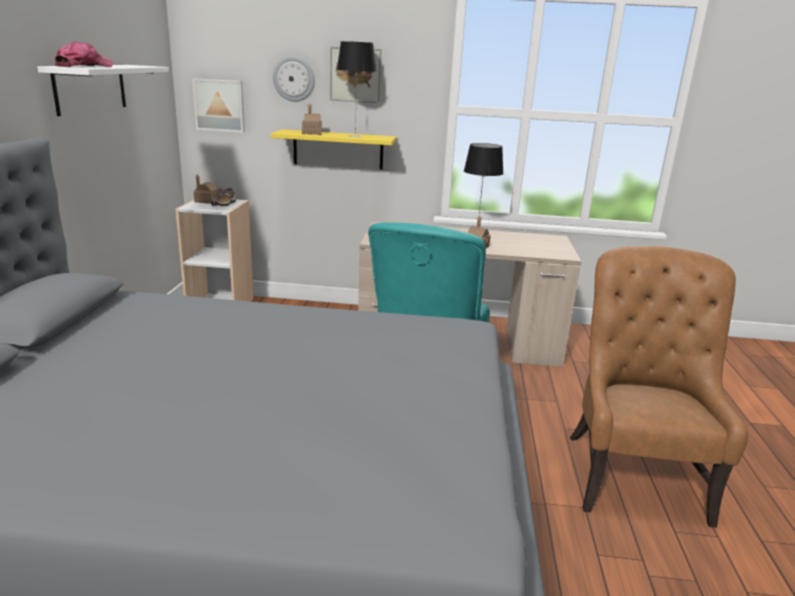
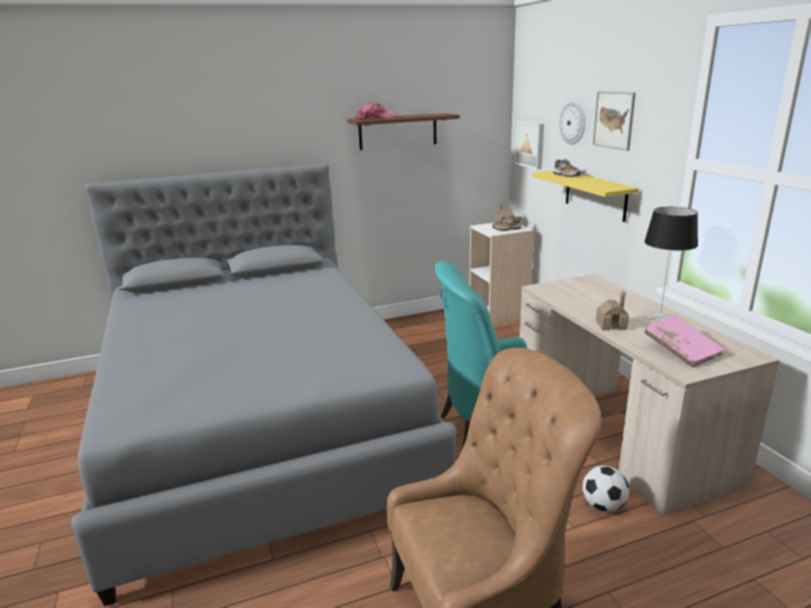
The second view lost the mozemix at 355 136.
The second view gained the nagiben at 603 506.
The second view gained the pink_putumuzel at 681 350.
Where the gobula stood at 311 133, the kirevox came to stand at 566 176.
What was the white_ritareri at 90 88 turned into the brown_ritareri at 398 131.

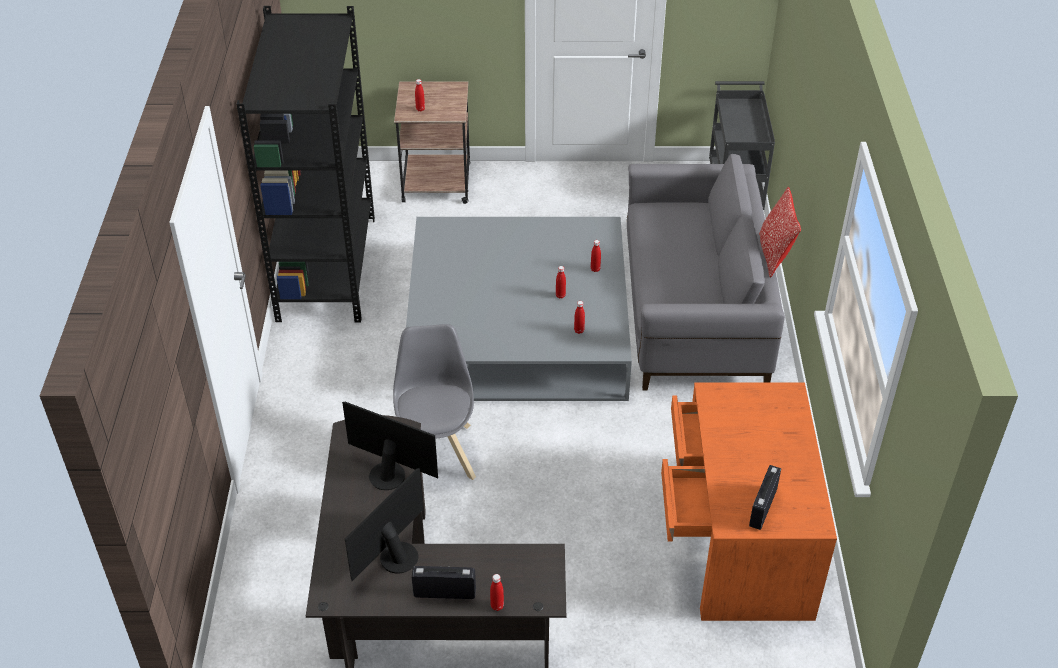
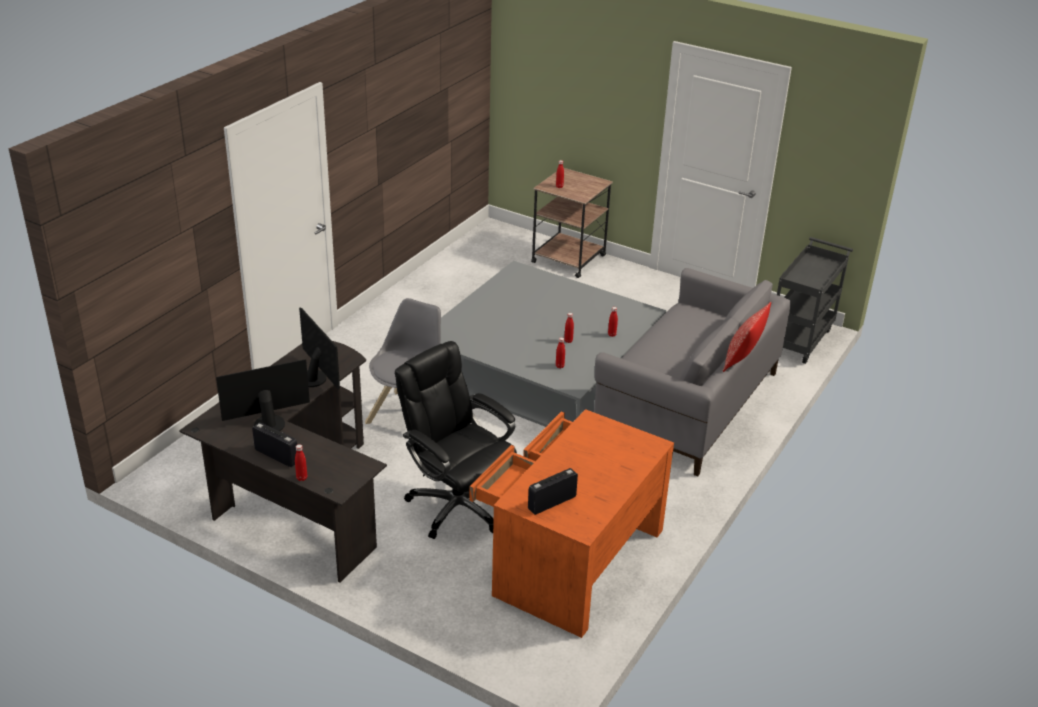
The second view lost the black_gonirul at 327 268.
The second view gained the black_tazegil at 457 506.

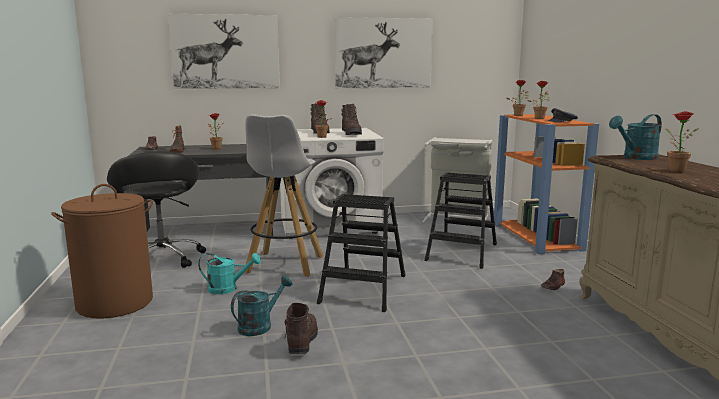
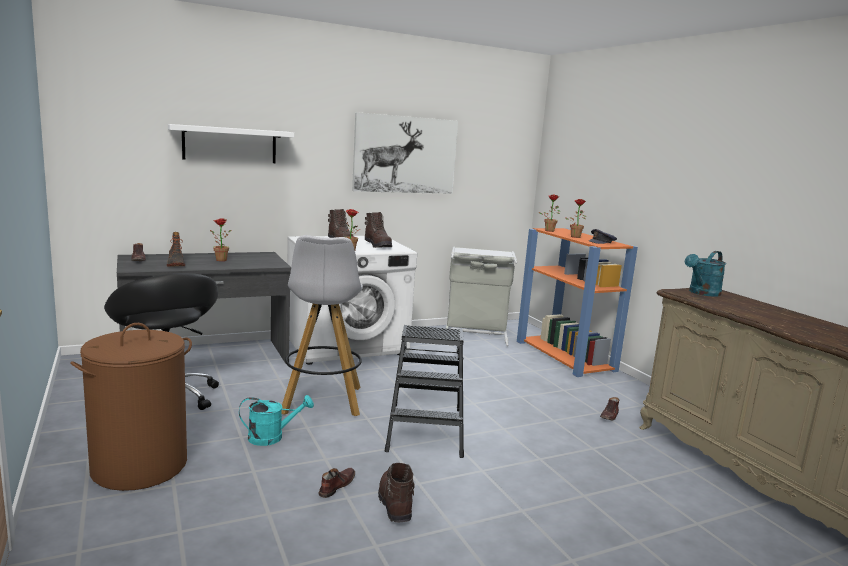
The second view lost the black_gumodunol at 462 252.
The second view lost the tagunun at 673 170.
Where the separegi hung at 225 52, the white_ritareri came to hang at 230 144.
Where the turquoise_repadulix stood at 260 326, the brown_kirevox came to stand at 336 486.

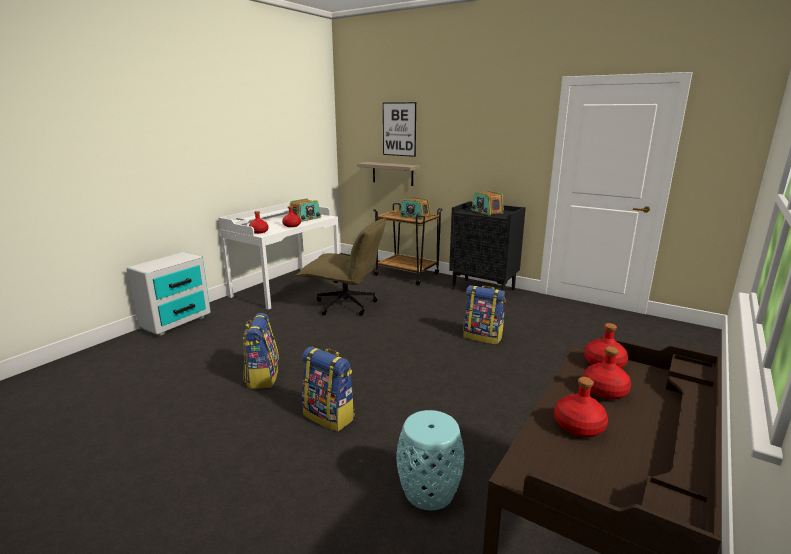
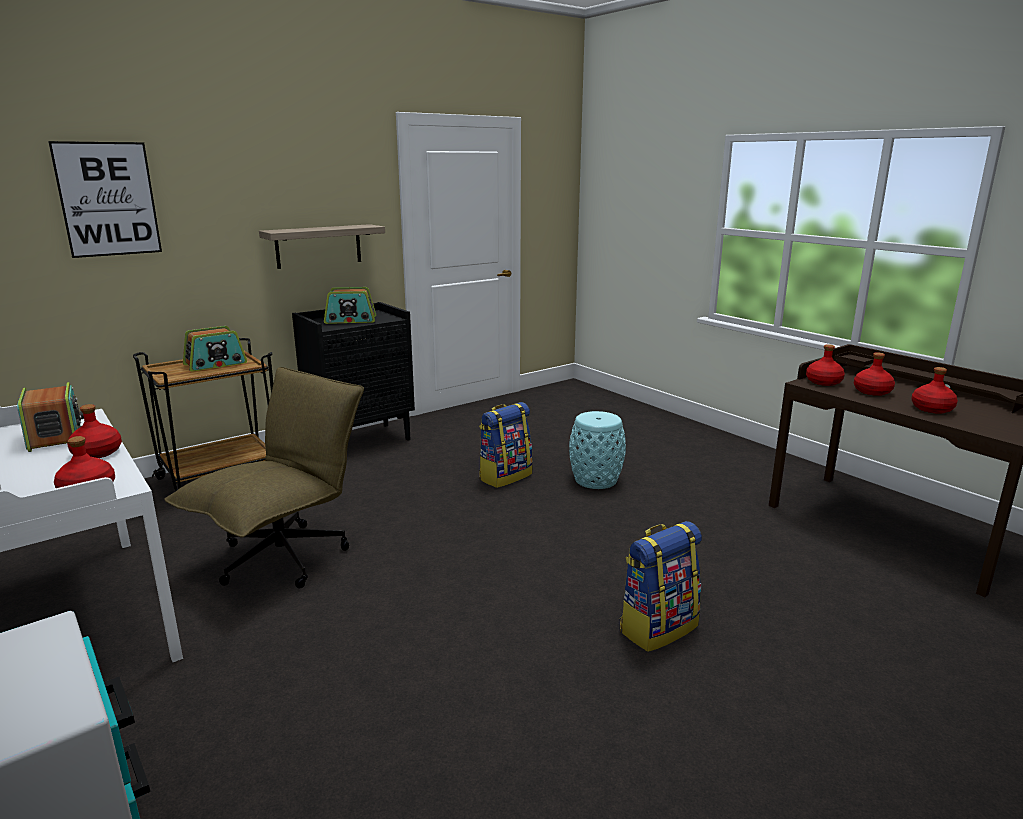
The second view lost the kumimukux at 262 377.
The ritareri ended up elsewhere, having gone from 392 173 to 318 246.
The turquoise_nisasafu ended up elsewhere, having gone from 428 491 to 595 480.

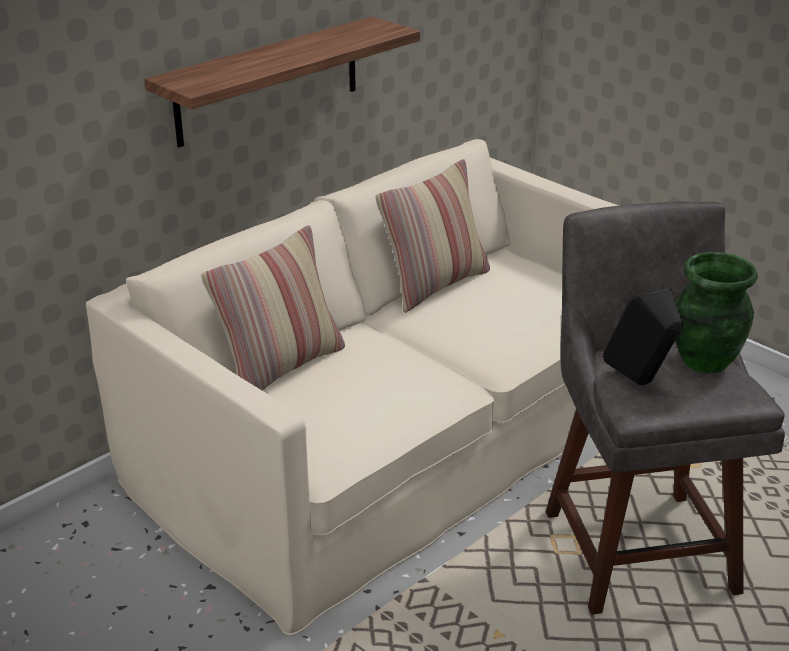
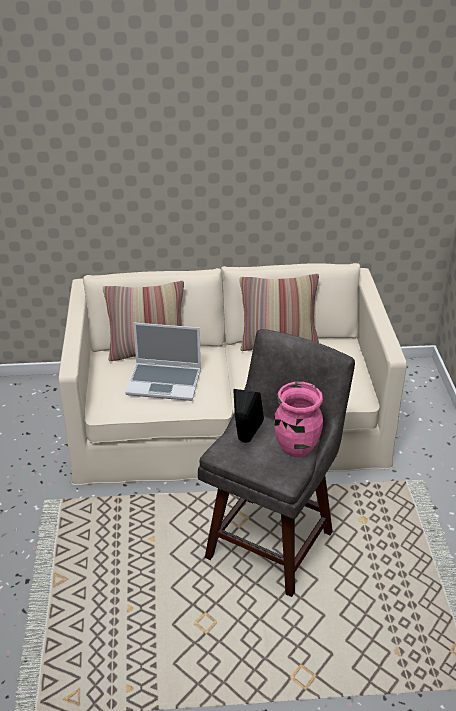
The second view lost the ritareri at 268 81.
The second view gained the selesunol at 165 382.
What was the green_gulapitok at 703 361 turned into the pink_gulapitok at 296 447.

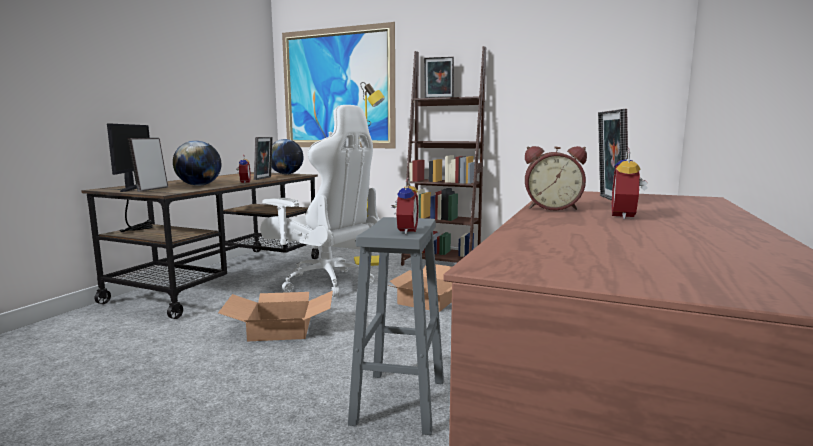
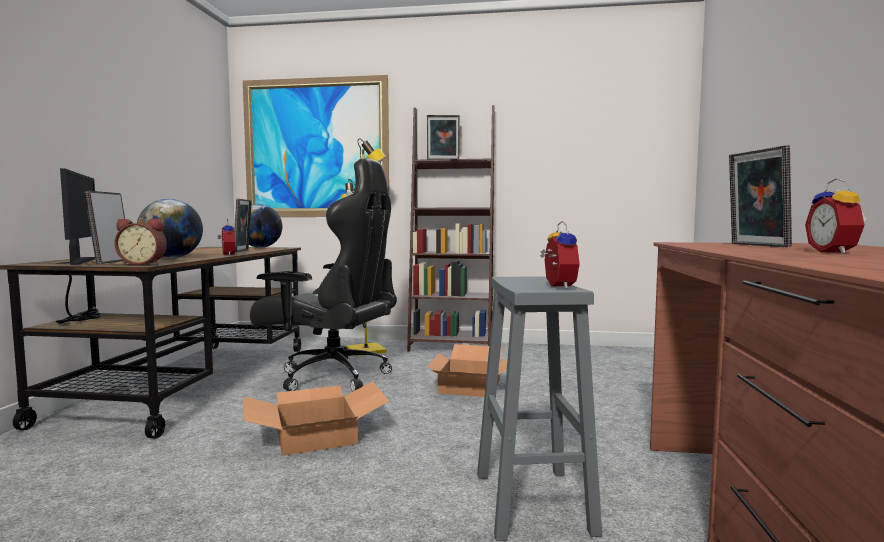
The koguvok ended up elsewhere, having gone from 552 208 to 143 264.
What was the white_tazegil at 323 282 turned into the black_tazegil at 328 376.

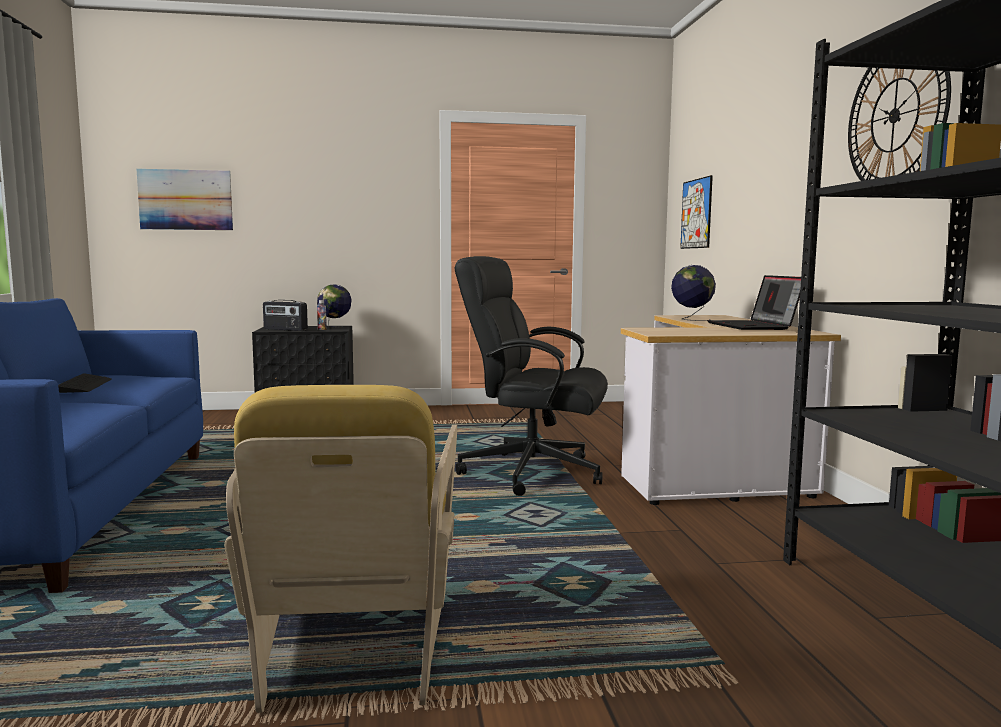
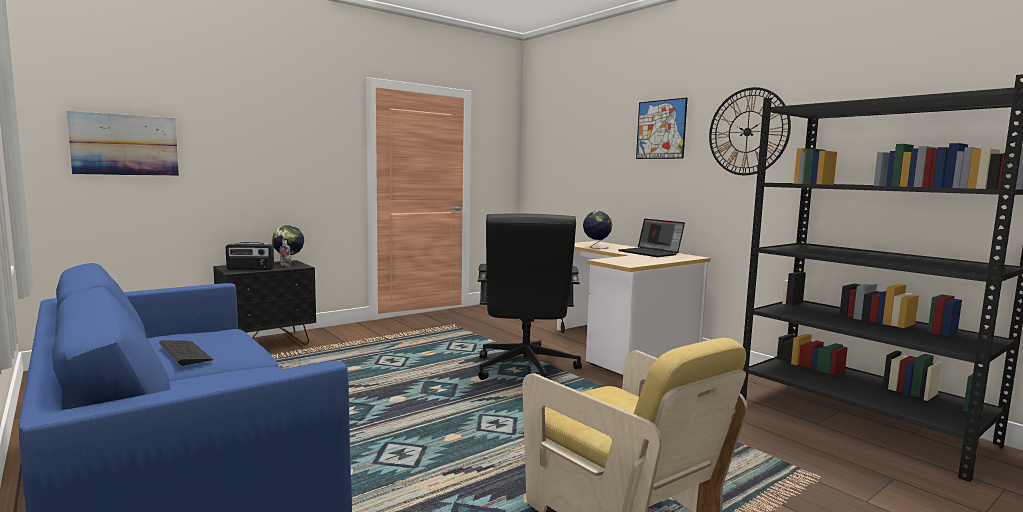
The separegi ended up elsewhere, having gone from 696 213 to 661 129.
The black_tazegil at 532 472 ended up facing another way, 75 degrees counterclockwise from before.

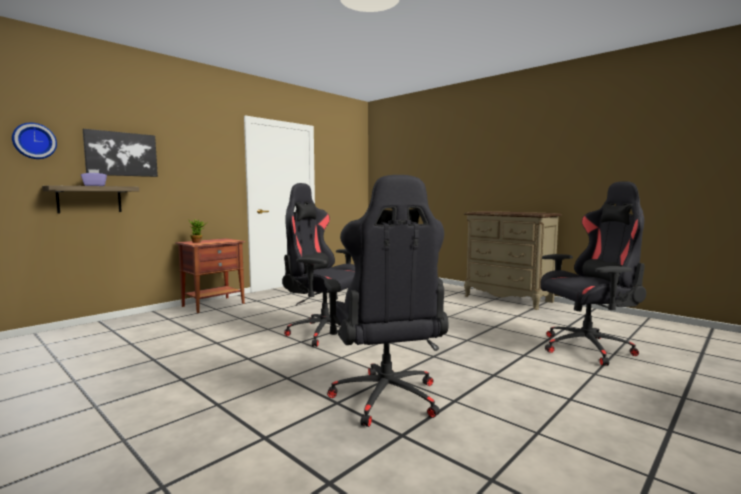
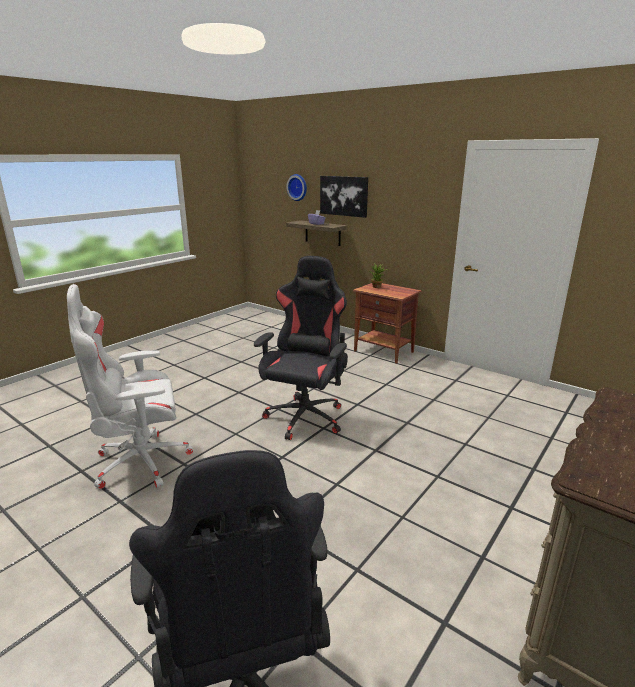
What was the black_tazegil at 385 397 turned into the white_tazegil at 143 461.

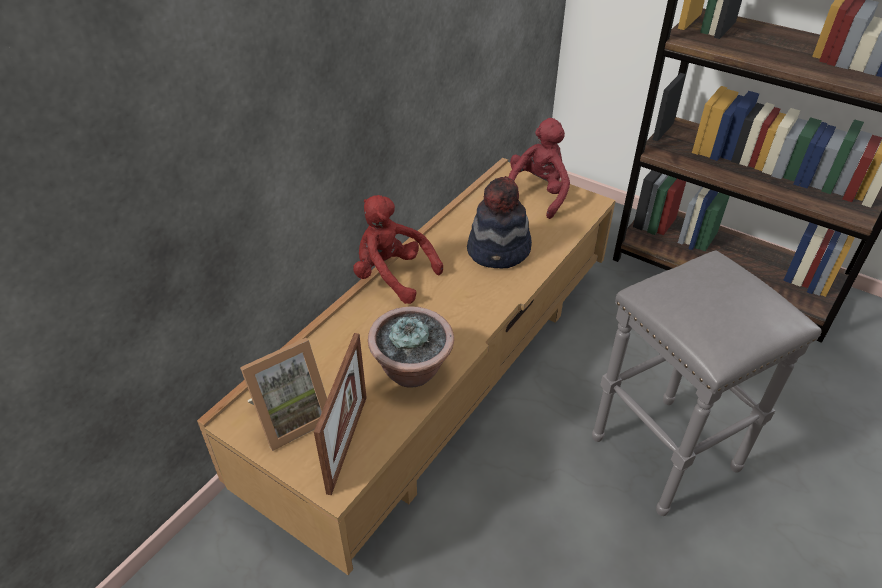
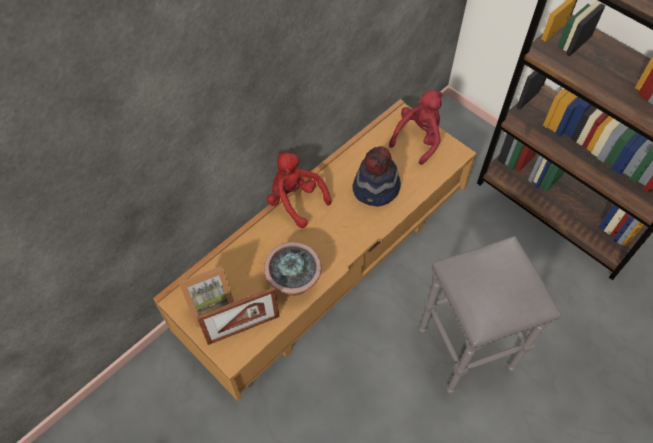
The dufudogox at 347 443 ended up facing another way, 45 degrees clockwise from before.

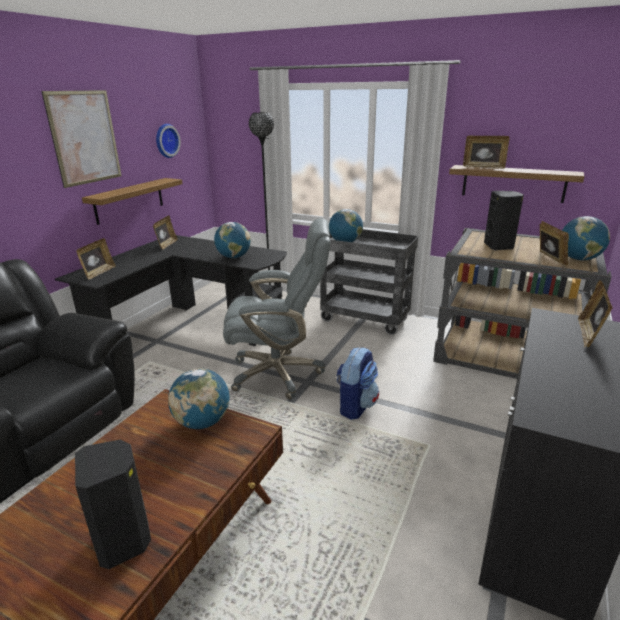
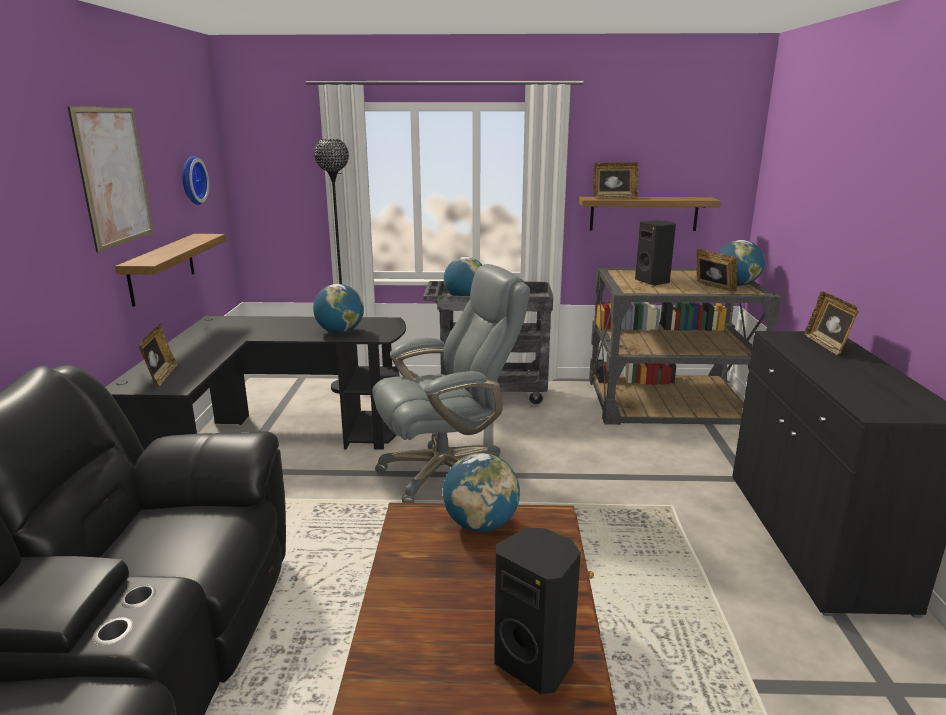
The second view lost the dufudogox at 166 245.
The second view lost the kumimukux at 355 406.

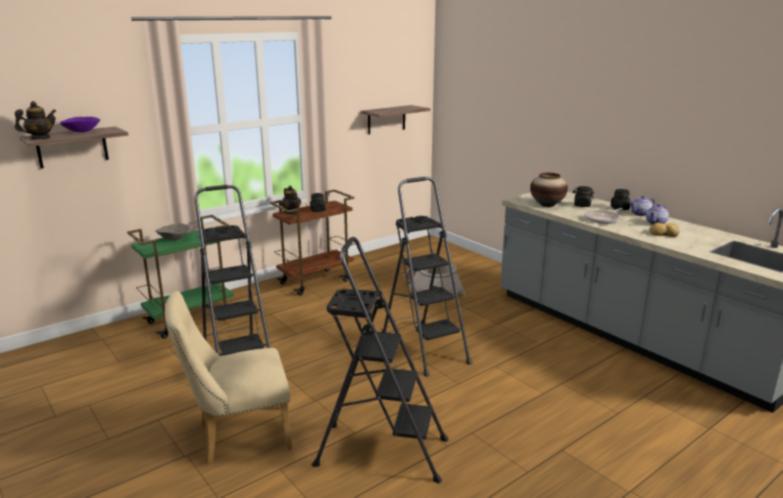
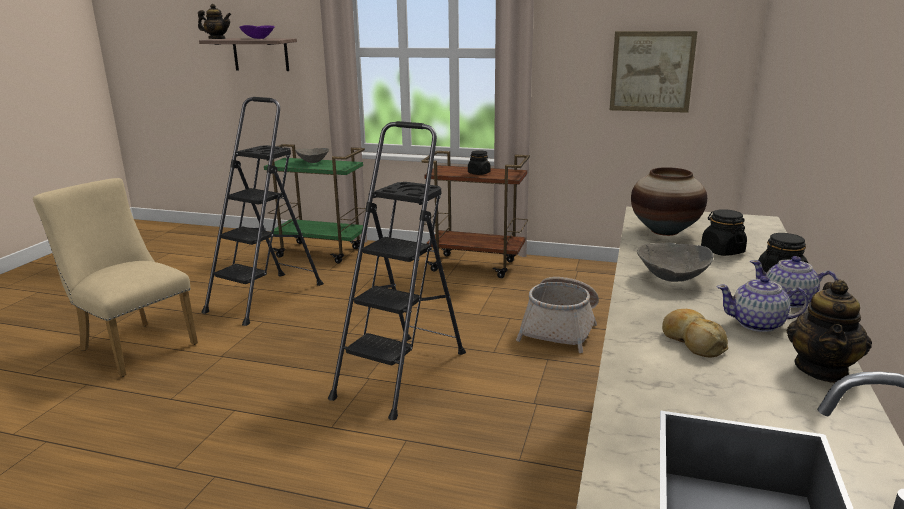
The second view lost the gumodunol at 380 451.
The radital ended up elsewhere, having gone from 291 212 to 822 370.
Where the ritareri hung at 386 119, the separegi came to hang at 651 71.
Where the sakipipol stood at 603 219, the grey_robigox came to stand at 673 278.

